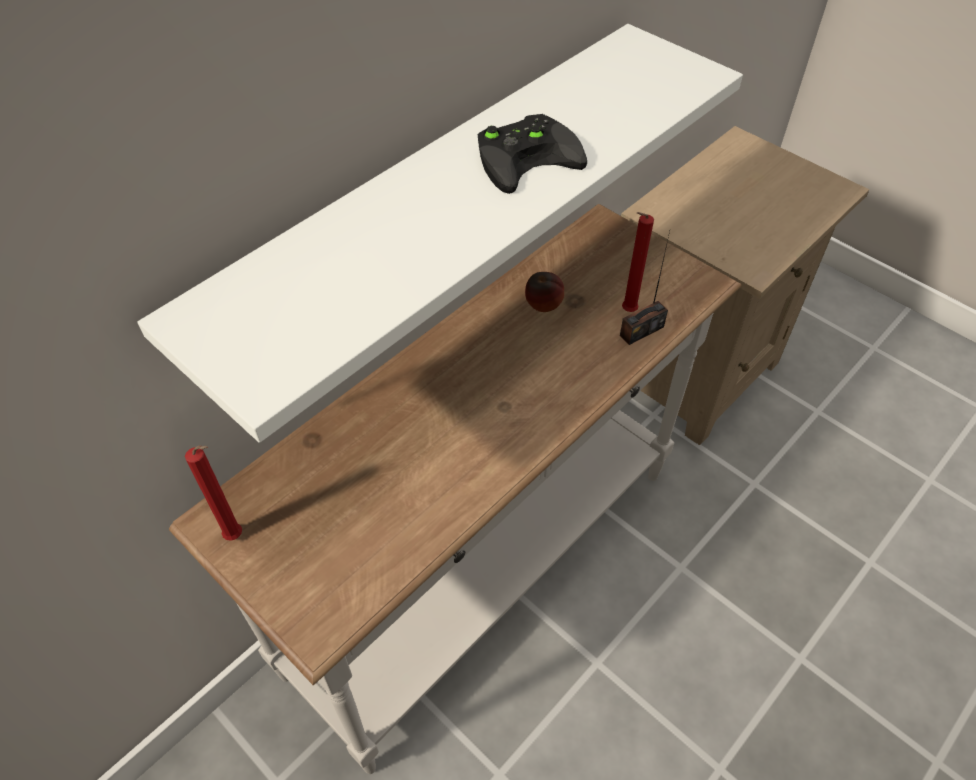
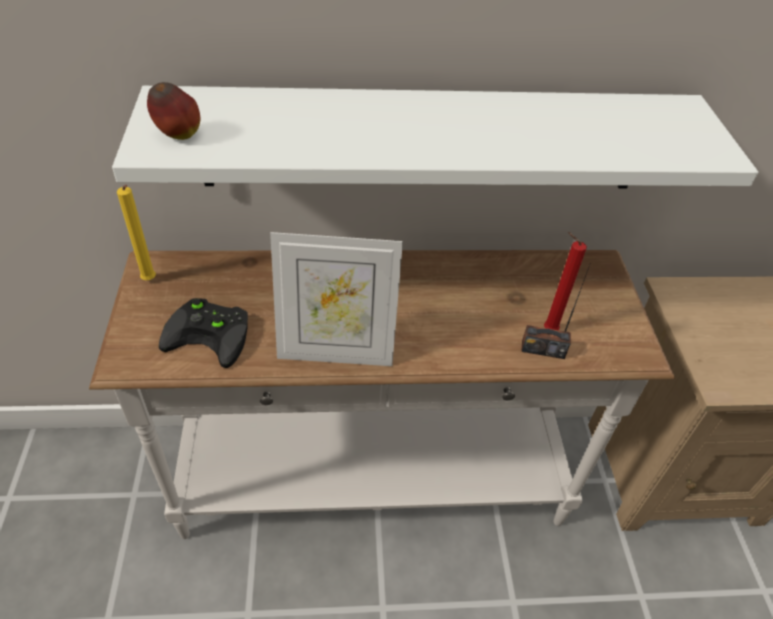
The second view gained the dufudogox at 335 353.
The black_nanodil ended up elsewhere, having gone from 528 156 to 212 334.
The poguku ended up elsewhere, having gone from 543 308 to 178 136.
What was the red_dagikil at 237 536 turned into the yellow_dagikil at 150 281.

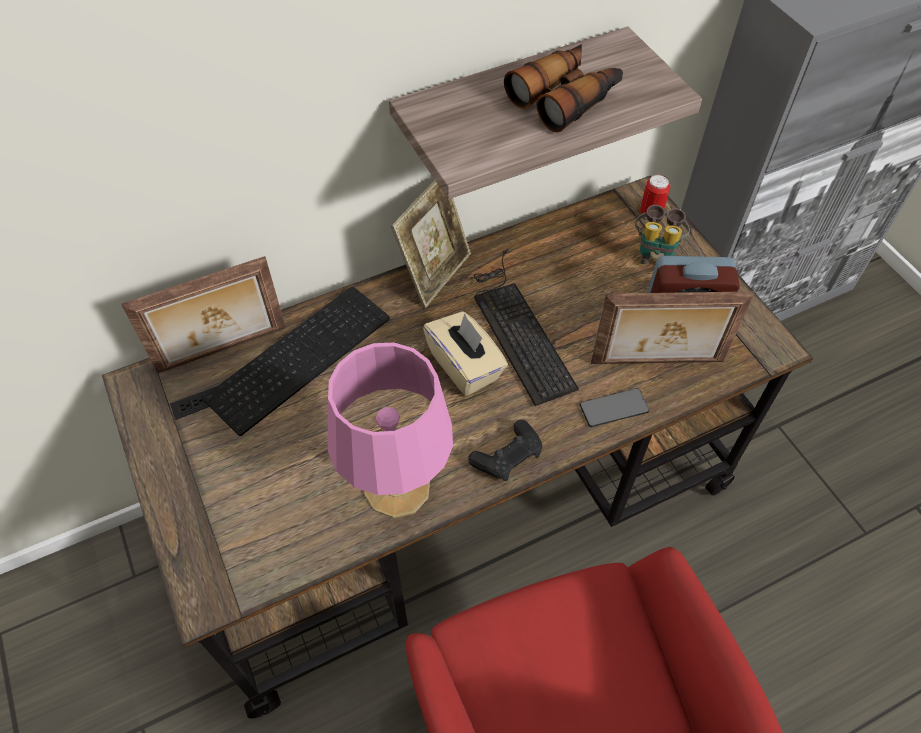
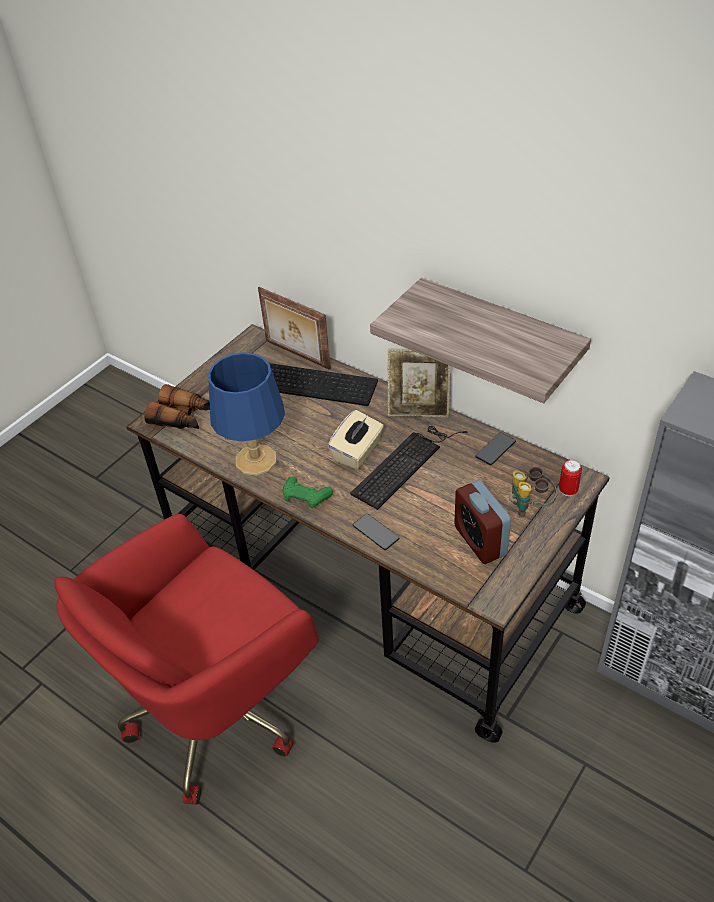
The second view lost the dufudogox at 657 363.
The second view gained the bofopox at 495 449.
The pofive ended up elsewhere, having gone from 565 97 to 183 417.
What was the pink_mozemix at 398 488 turned into the blue_mozemix at 256 461.
What was the black_nanodil at 507 457 turned into the green_nanodil at 306 497.

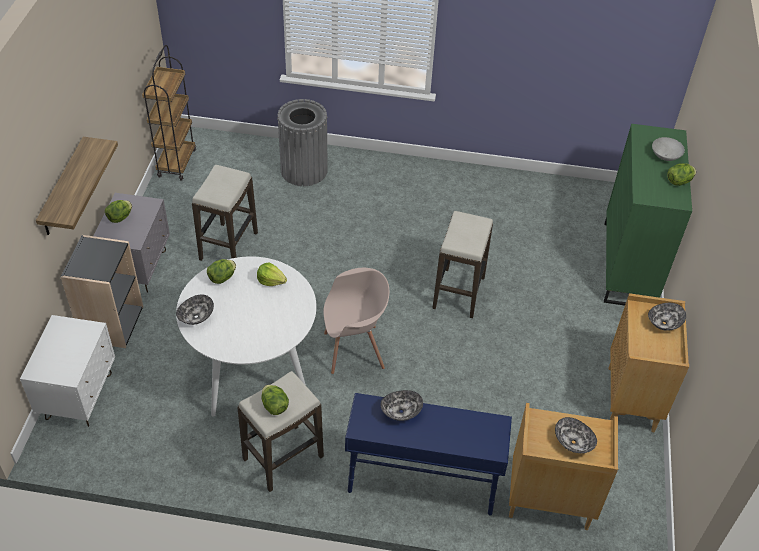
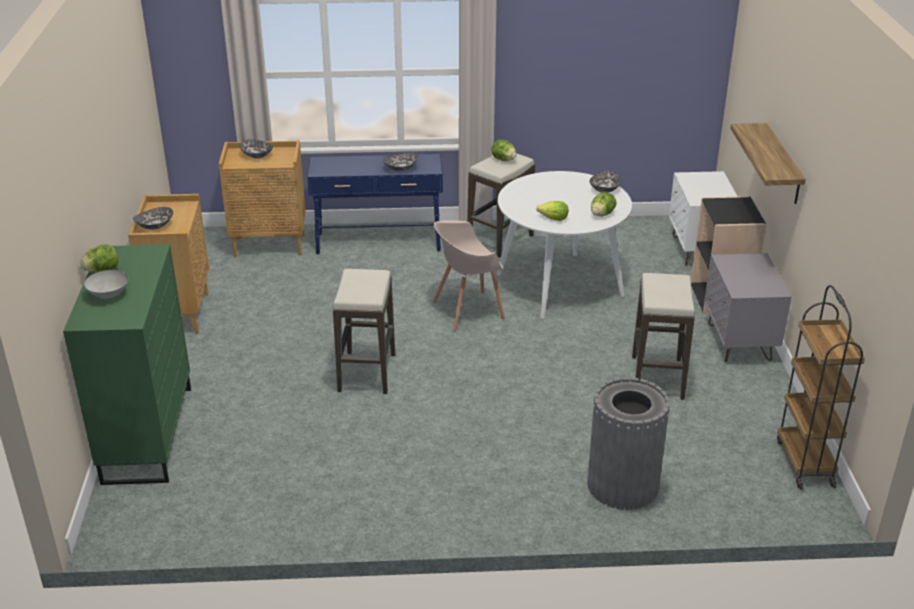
The second view lost the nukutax at 120 217.

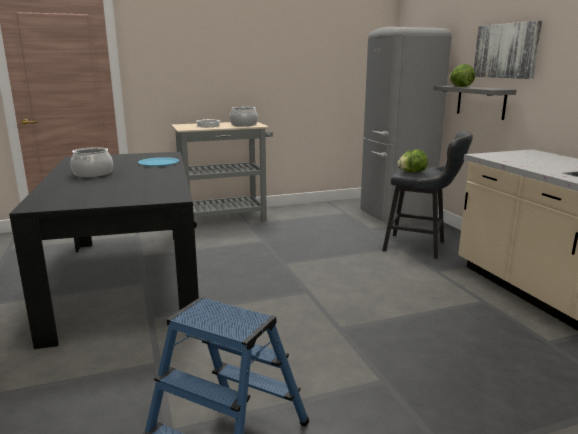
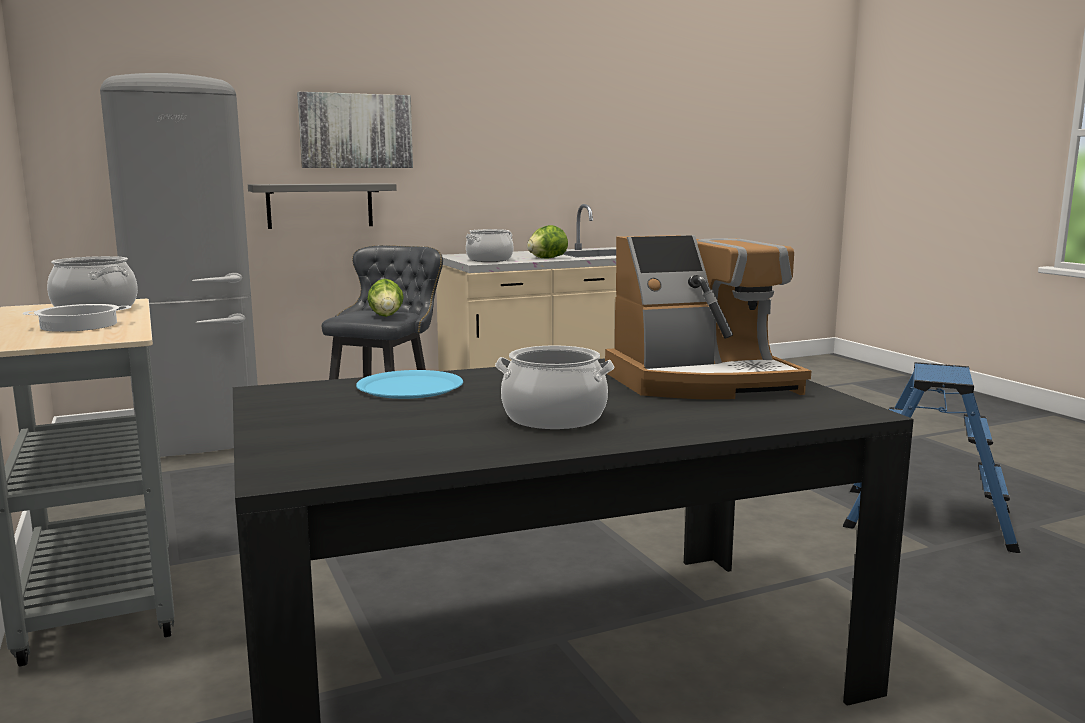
The second view gained the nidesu at 489 260.
The second view gained the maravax at 702 382.
The nukutax ended up elsewhere, having gone from 460 86 to 547 258.

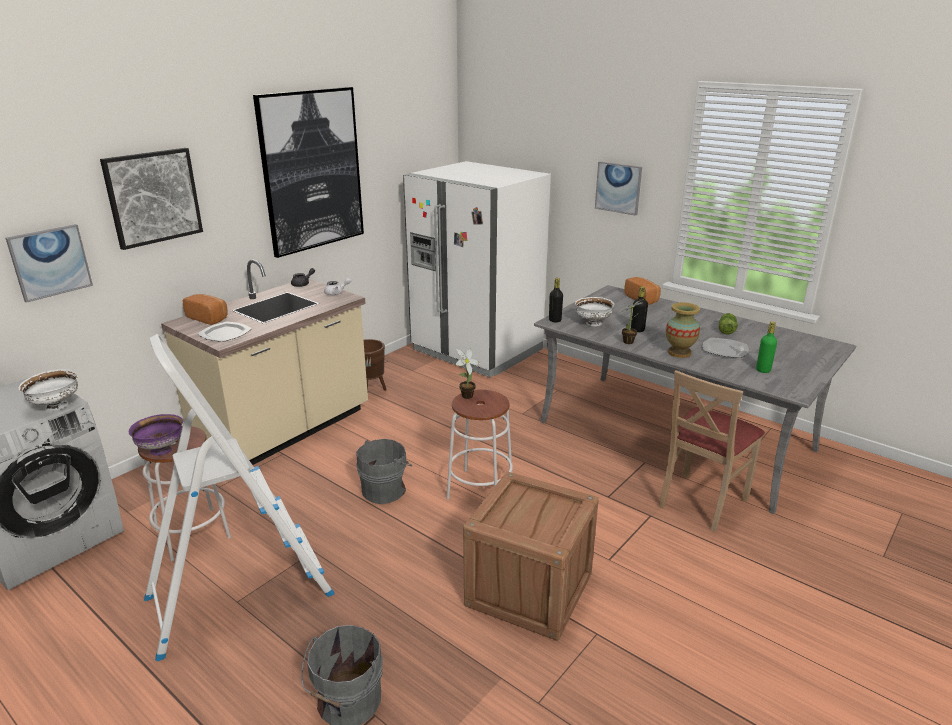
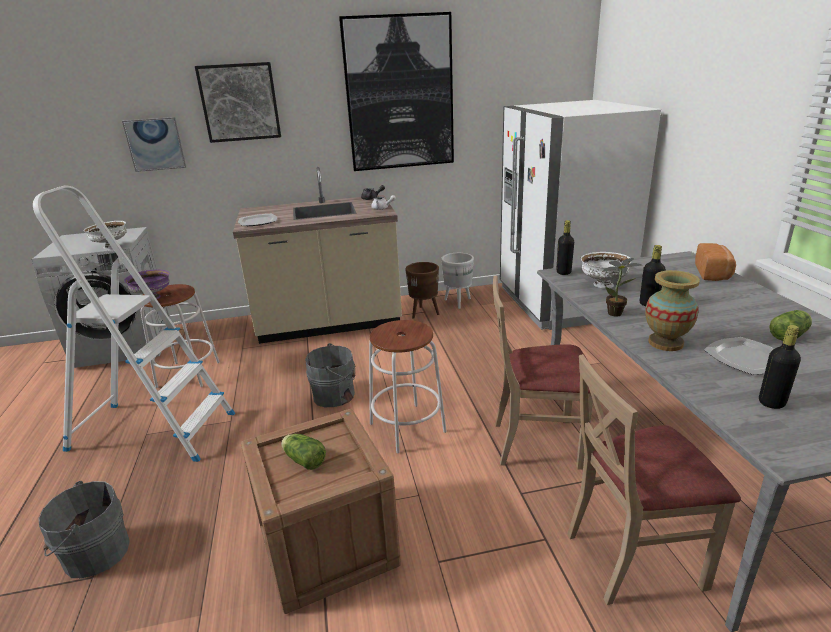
The second view lost the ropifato at 208 318.
The second view lost the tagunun at 465 396.
The second view lost the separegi at 618 188.
The second view gained the nukutax at 303 459.
The second view gained the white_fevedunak at 457 302.
The second view gained the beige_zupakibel at 537 443.
What was the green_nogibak at 763 370 turned into the black_nogibak at 771 402.

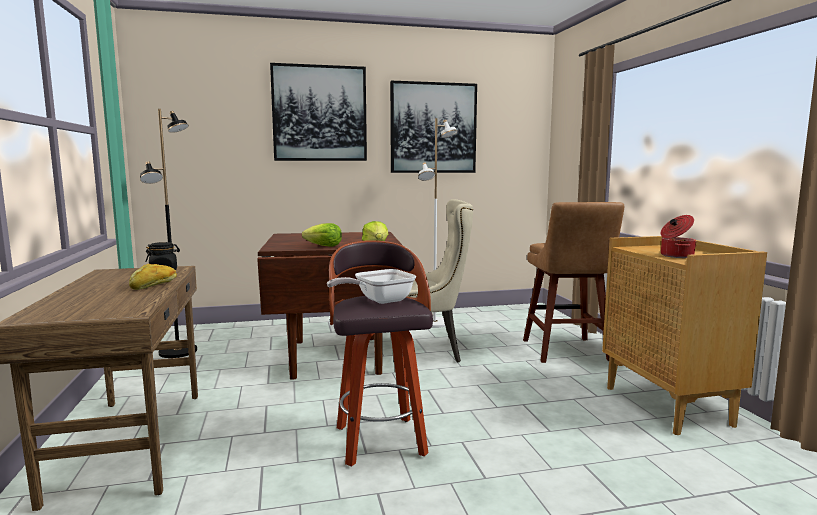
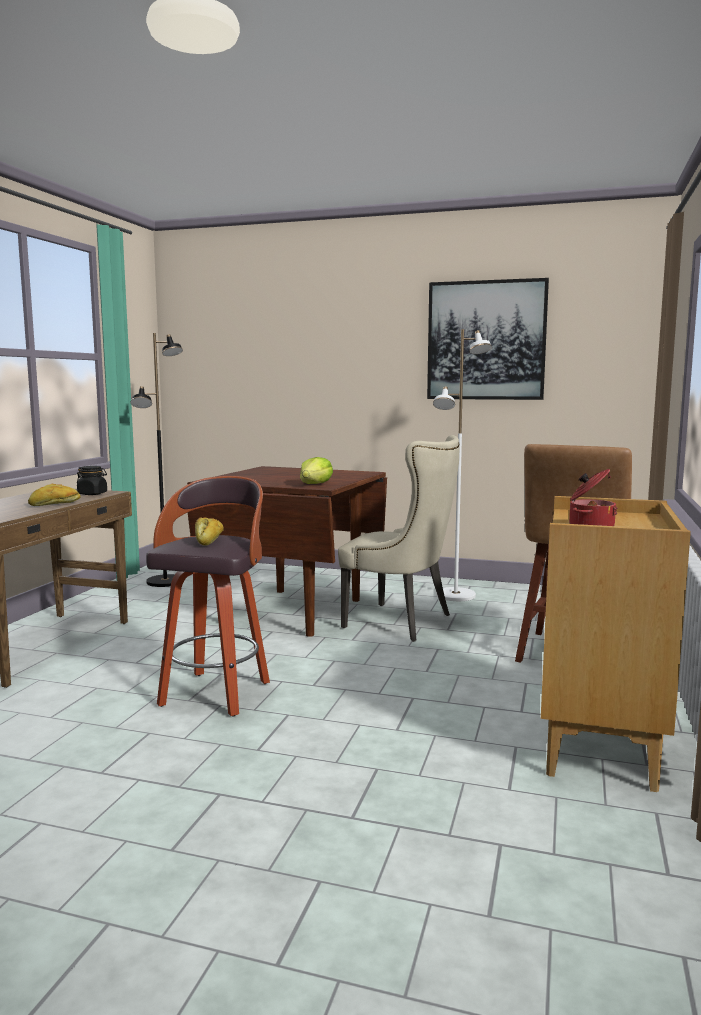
The second view lost the separegi at 319 113.
The second view lost the nukutax at 324 246.
Where the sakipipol stood at 379 301, the ropifato came to stand at 209 540.

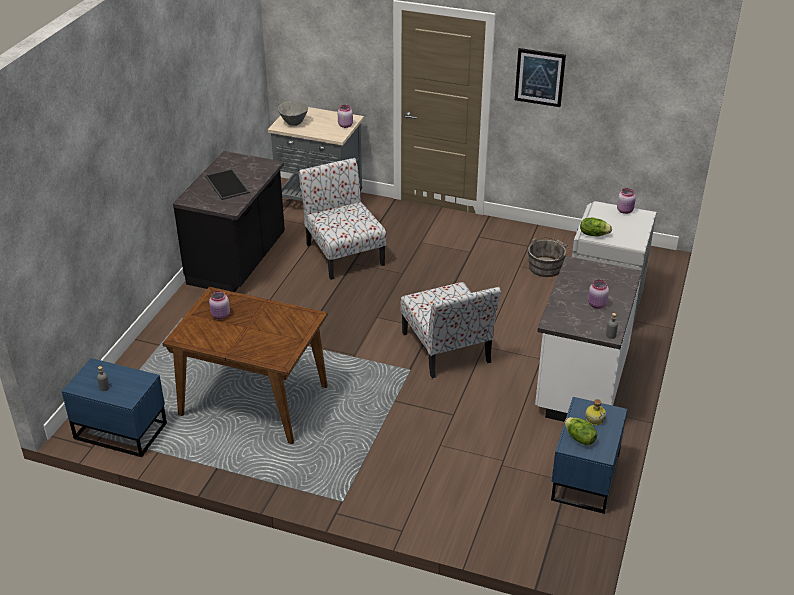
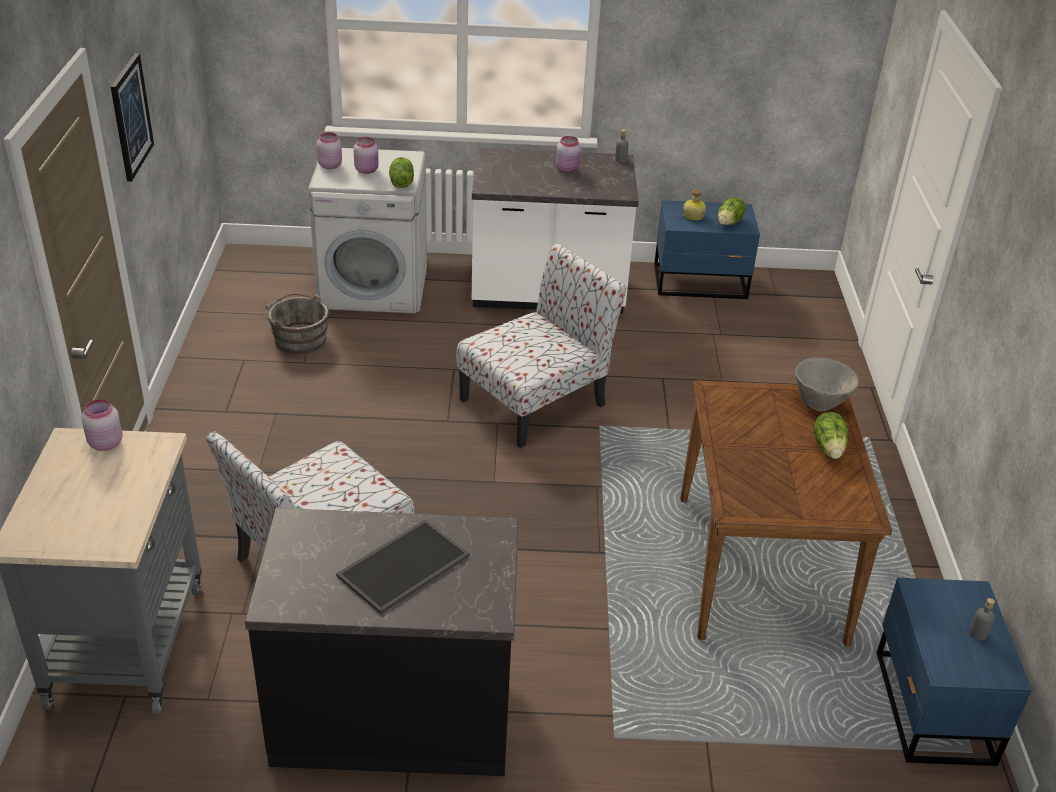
The second view gained the nukutax at 829 447.
The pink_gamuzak ended up elsewhere, having gone from 220 315 to 367 170.
The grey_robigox ended up elsewhere, having gone from 294 123 to 820 403.

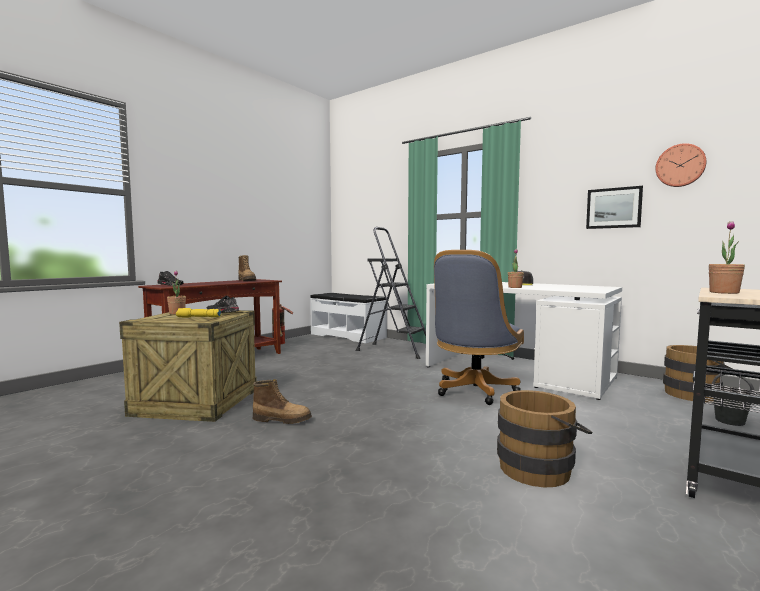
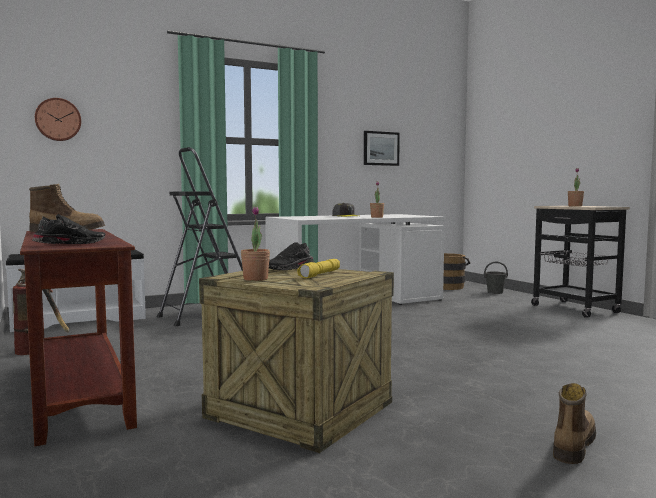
The second view lost the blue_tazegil at 473 393.
The second view lost the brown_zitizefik at 540 468.
The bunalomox ended up elsewhere, having gone from 282 420 to 572 445.
The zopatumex ended up elsewhere, having gone from 680 165 to 58 119.

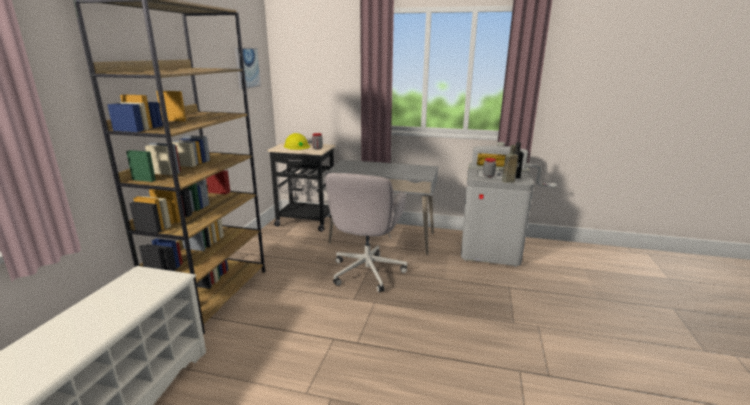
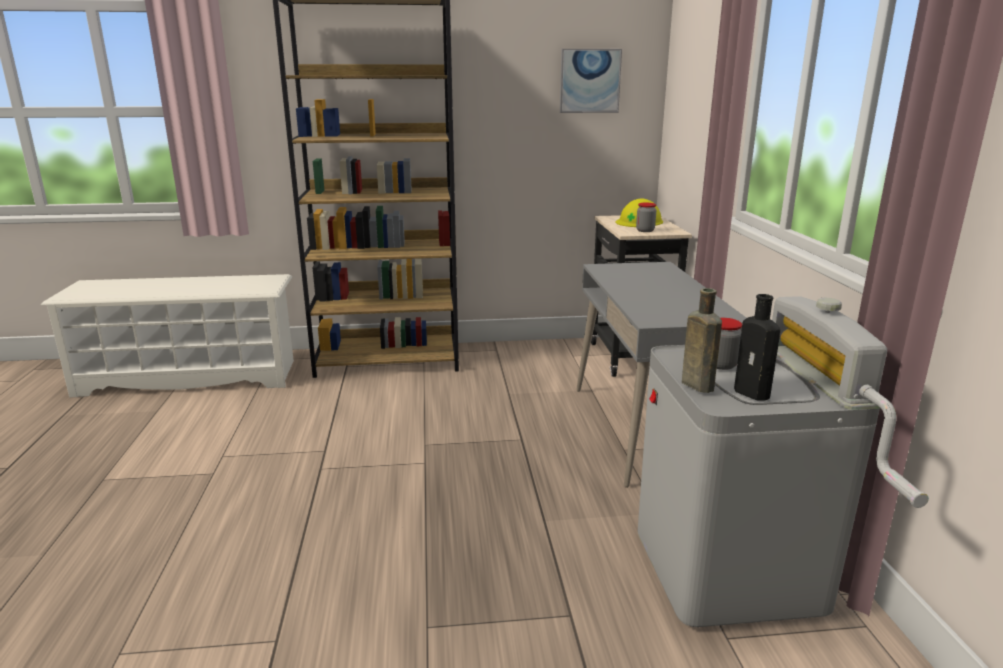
The second view lost the grey_tazegil at 367 273.

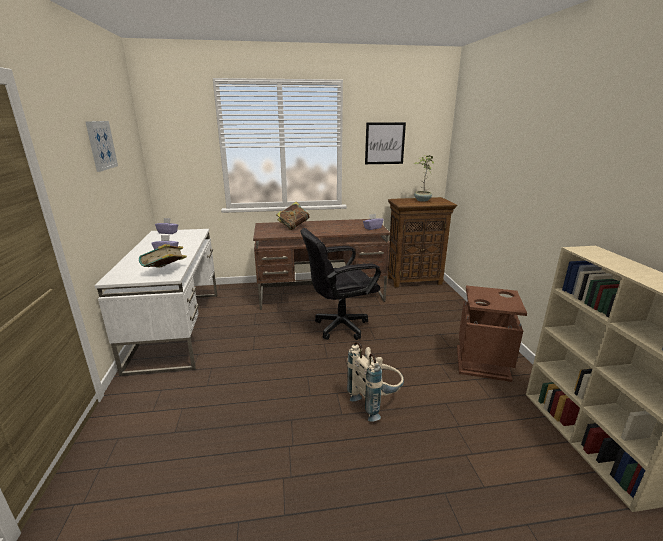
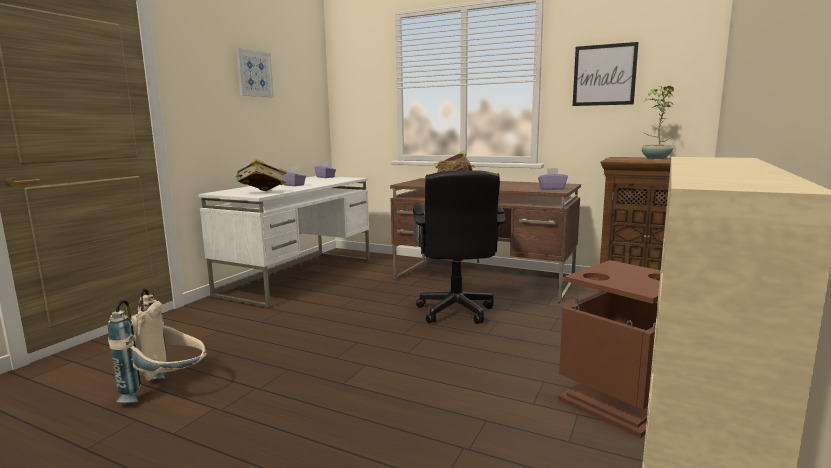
The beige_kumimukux ended up elsewhere, having gone from 376 402 to 168 391.
The black_tazegil at 338 328 ended up facing another way, 105 degrees counterclockwise from before.

